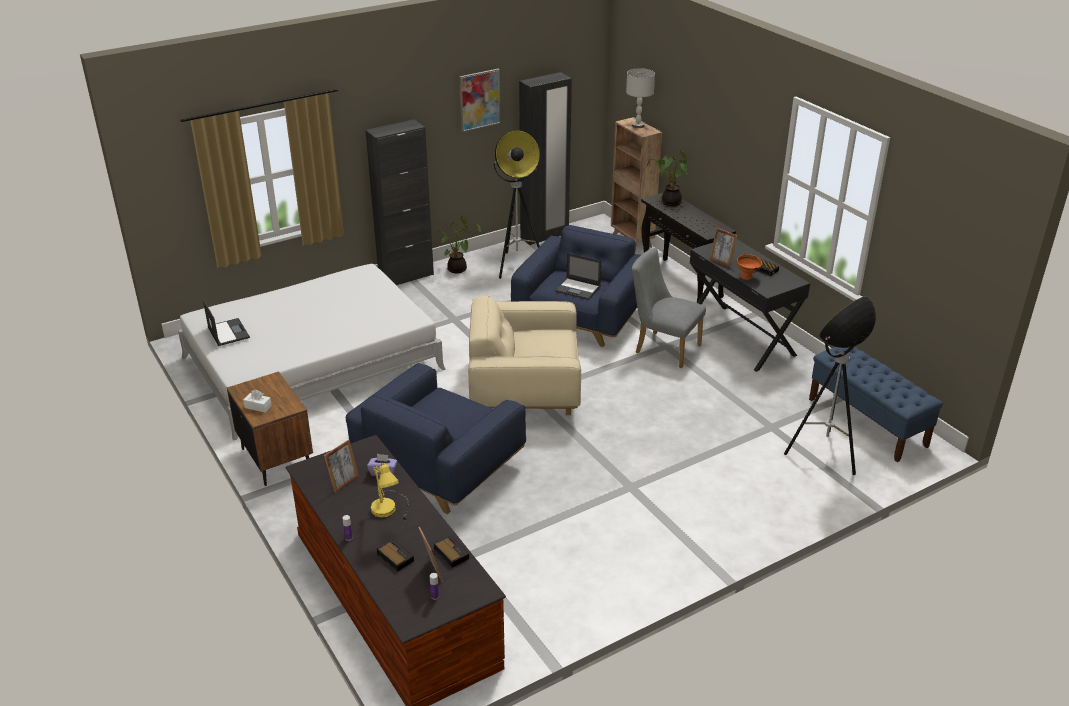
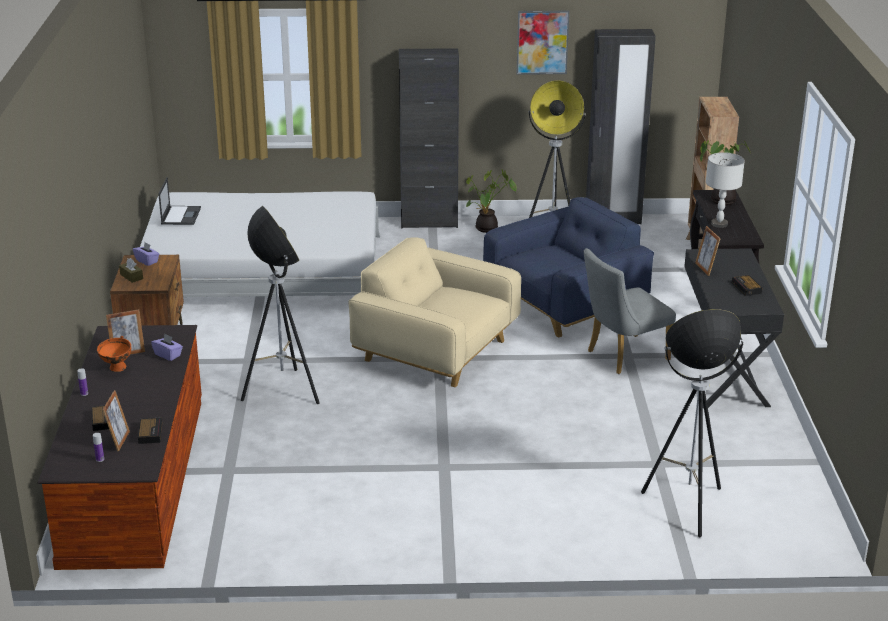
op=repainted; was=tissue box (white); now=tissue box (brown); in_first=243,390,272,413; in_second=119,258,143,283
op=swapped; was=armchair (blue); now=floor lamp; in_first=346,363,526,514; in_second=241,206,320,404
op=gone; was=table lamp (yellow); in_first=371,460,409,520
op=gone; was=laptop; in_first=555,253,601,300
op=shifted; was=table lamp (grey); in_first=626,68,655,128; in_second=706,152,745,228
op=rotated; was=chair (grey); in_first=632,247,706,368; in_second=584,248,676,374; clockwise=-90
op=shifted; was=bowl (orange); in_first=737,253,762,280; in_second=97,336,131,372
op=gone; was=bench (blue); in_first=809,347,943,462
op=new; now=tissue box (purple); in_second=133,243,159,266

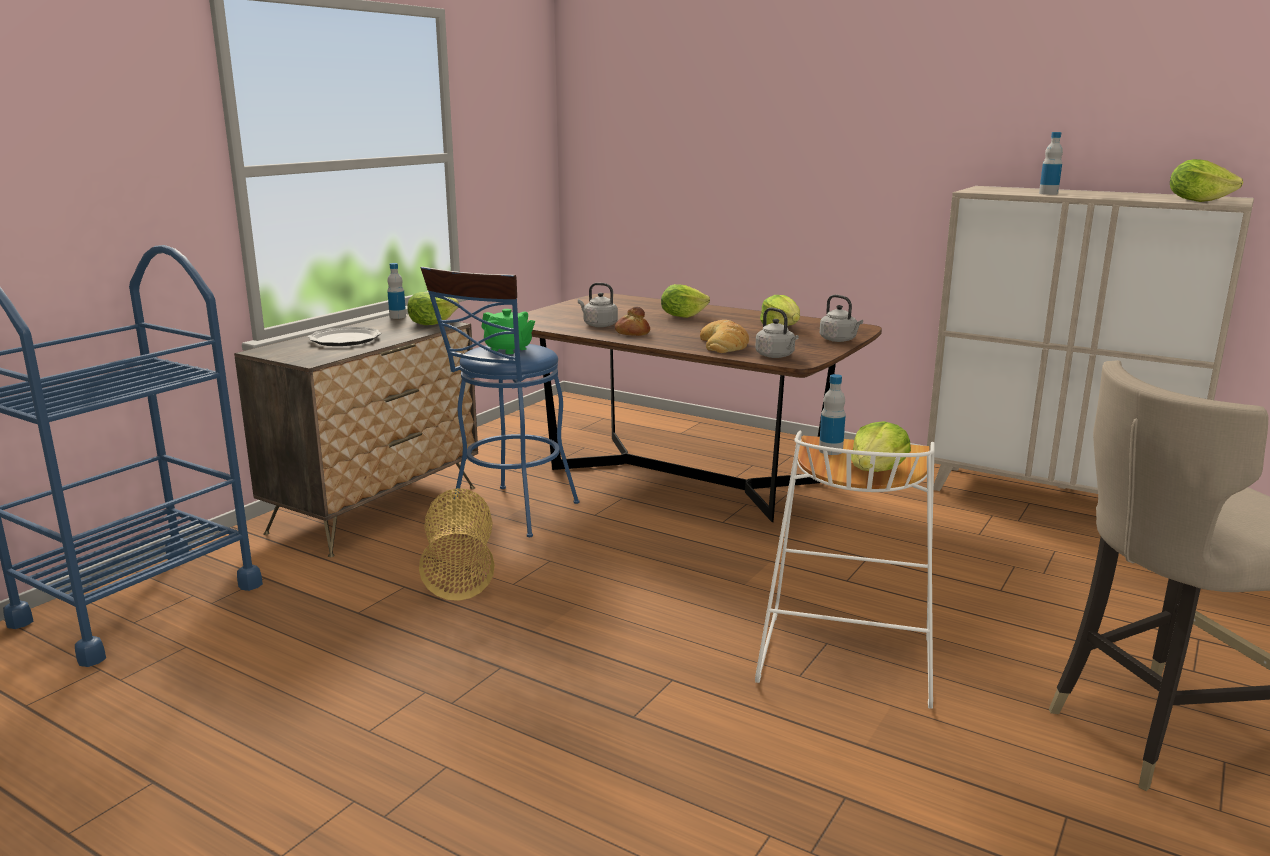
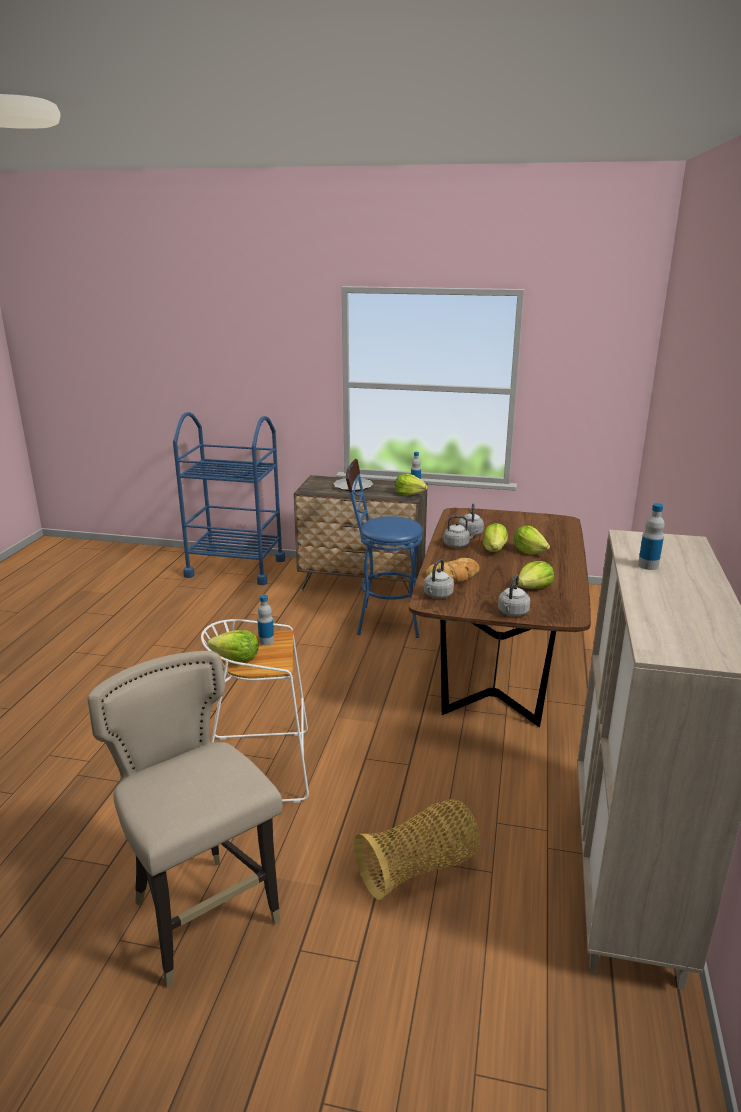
op=shifted; was=basket; in_first=419,488,495,601; in_second=354,800,480,900
op=gone; was=teapot (green); in_first=481,309,535,354
op=swapped; was=bread; now=kettle (grey); in_first=615,307,650,336; in_second=444,516,478,548
op=shifted; was=lettuce; in_first=1170,159,1243,202; in_second=483,523,508,552

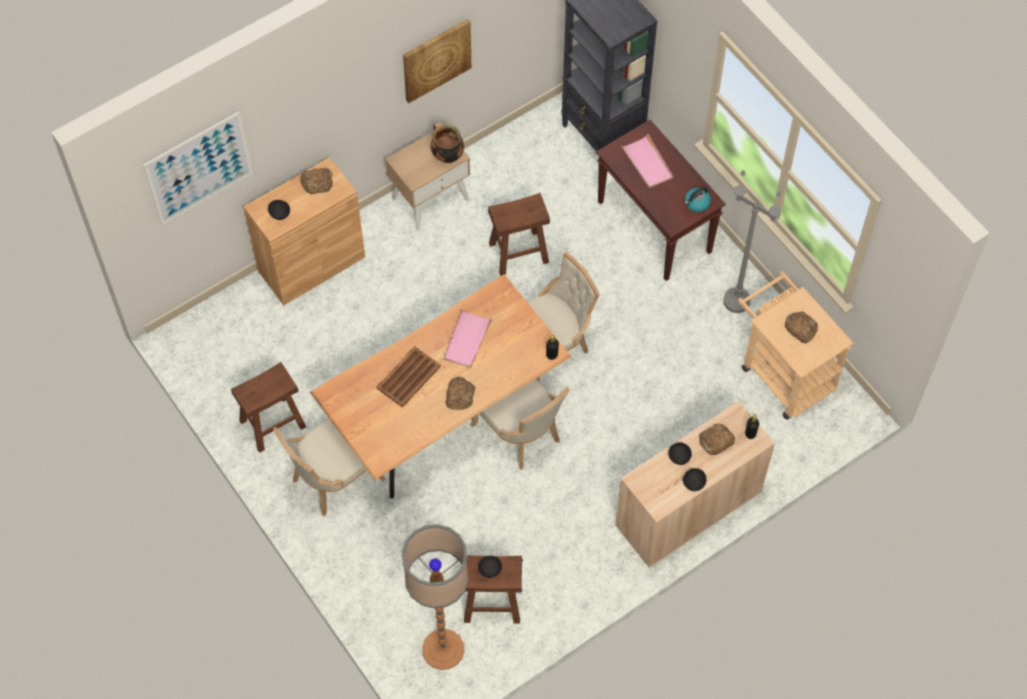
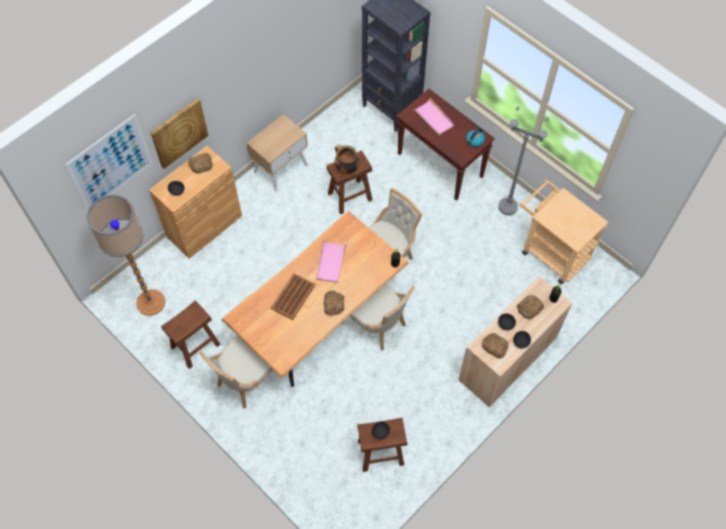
op=shifted; was=floor lamp; in_first=402,524,468,670; in_second=86,194,165,316
op=shifted; was=picture; in_first=403,19,471,103; in_second=151,98,208,169
op=shifted; was=cooking pot; in_first=431,122,464,163; in_second=335,145,360,174
op=shifted; was=bread; in_first=785,311,818,343; in_second=482,333,508,358

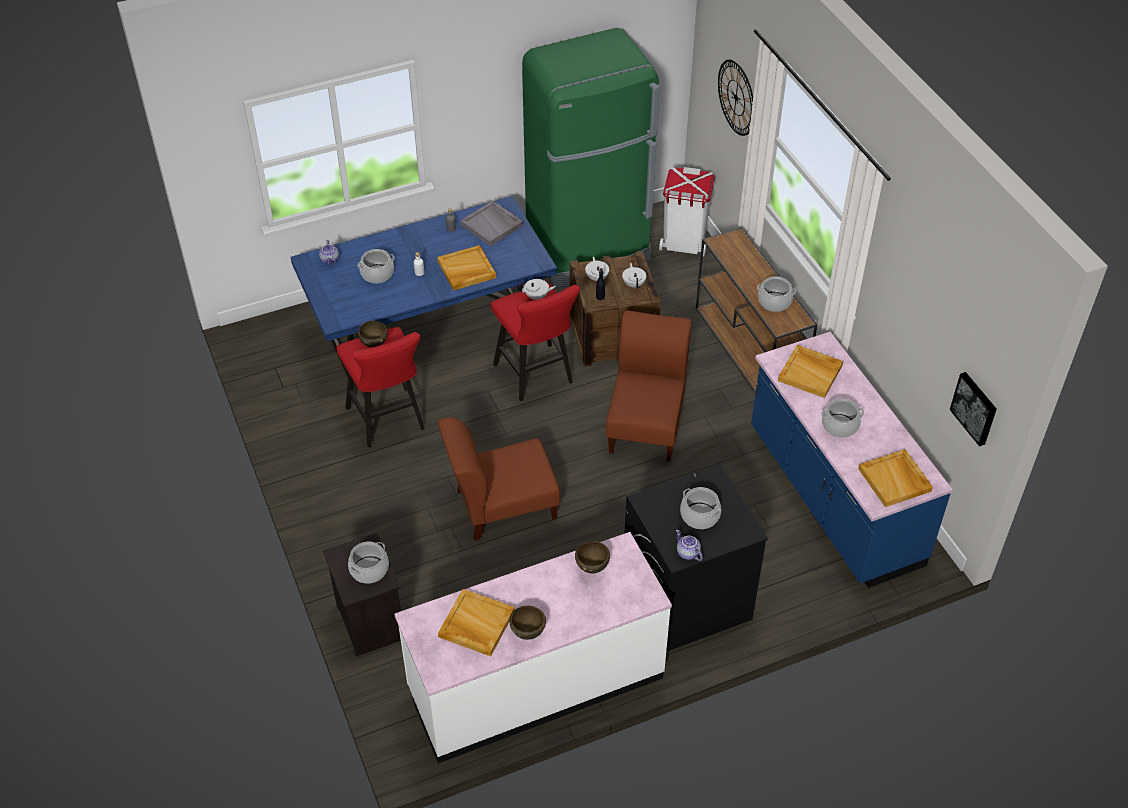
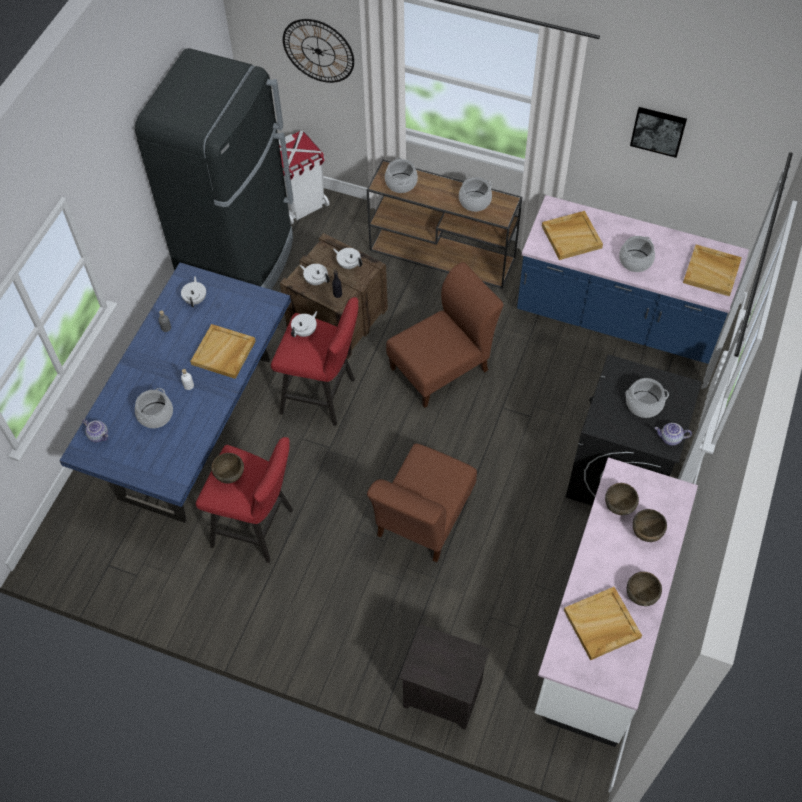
op=shifted; was=cooking pot; in_first=348,542,389,584; in_second=385,158,418,193
op=swapped; was=tray (grey); now=teapot (white); in_first=460,201,523,246; in_second=181,276,206,307
op=repainted; was=fridge (green); now=fridge (black); in_first=522,28,660,288; in_second=135,48,293,290
op=rotated; was=chair (brown); in_first=606,311,692,462; in_second=386,262,504,408; clockwise=90
op=shifted; was=picture; in_first=950,372,997,446; in_second=630,107,687,158
op=new; now=bowl (brown); in_second=633,509,667,542

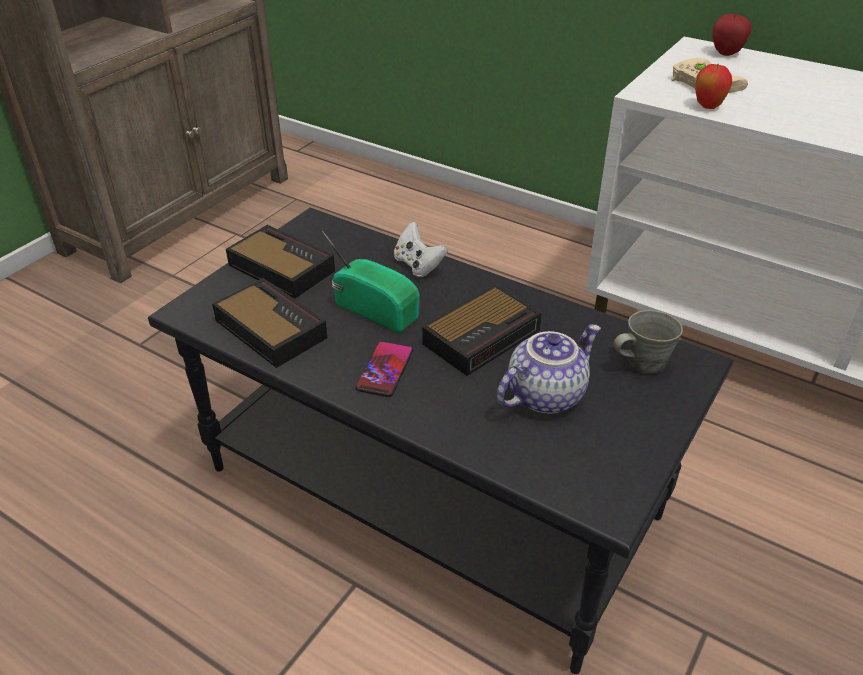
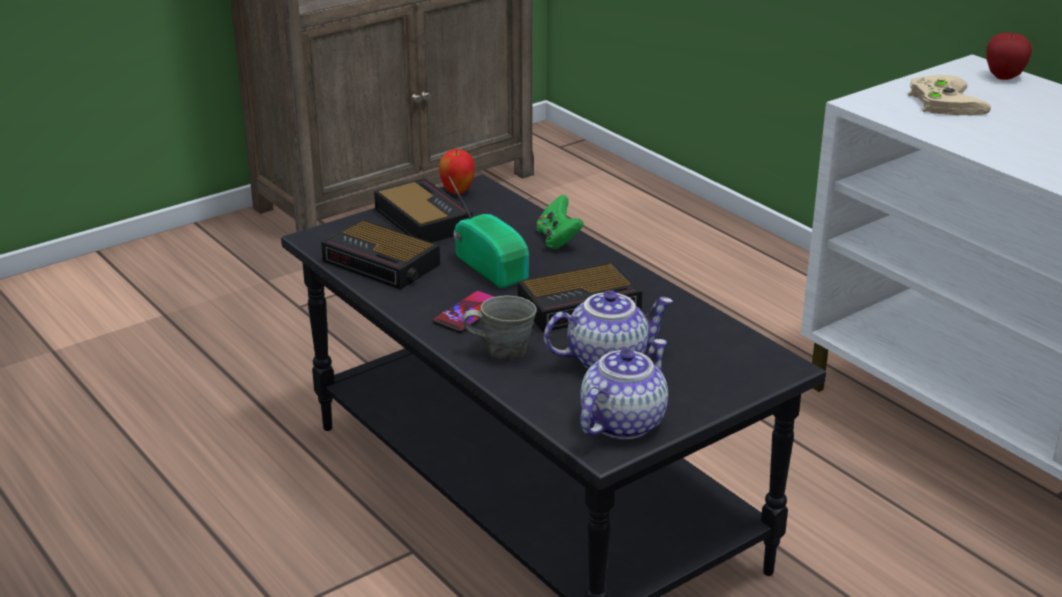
op=rotated; was=alarm clock; in_first=212,278,328,368; in_second=321,220,440,290; clockwise=150
op=repainted; was=game controller (white); now=game controller (green); in_first=394,222,448,277; in_second=537,195,584,249
op=shifted; was=mug (grey); in_first=613,310,683,374; in_second=463,296,537,361
op=shifted; was=apple; in_first=695,64,732,109; in_second=439,149,475,194
op=new; now=teapot; in_second=580,339,668,439

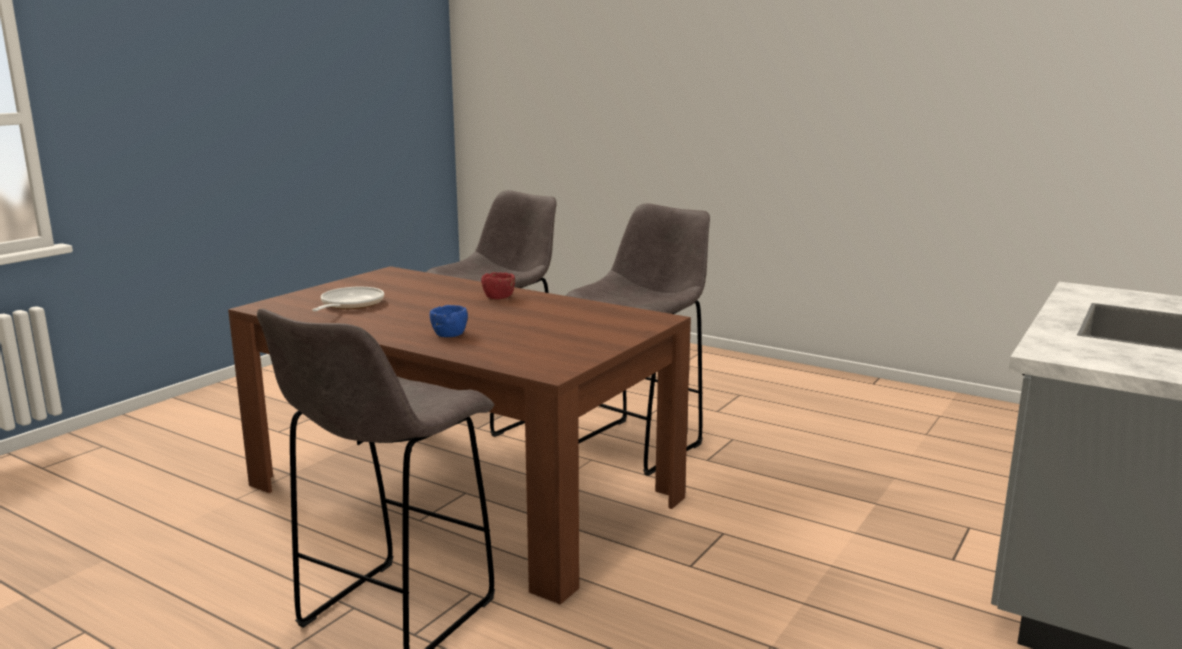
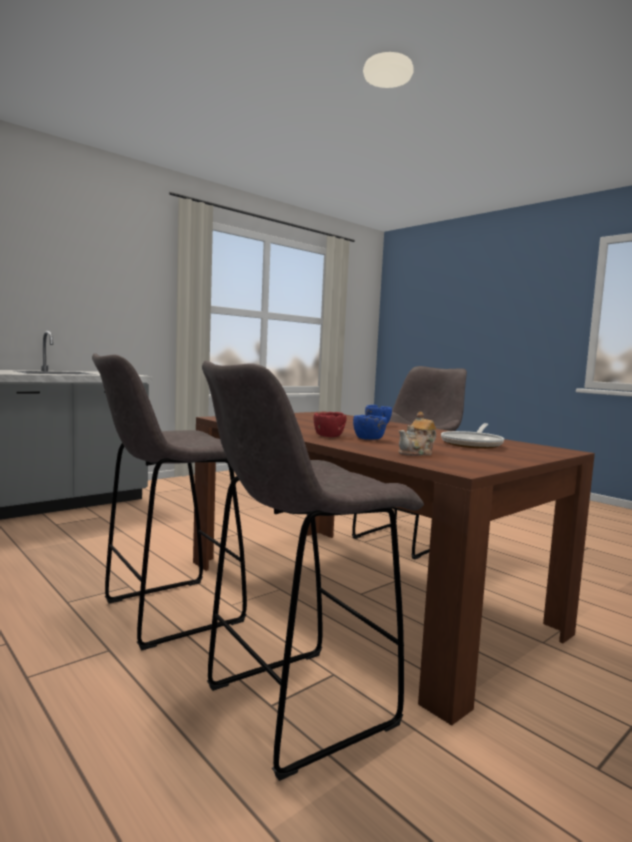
op=new; now=bowl (blue); in_second=353,415,387,440
op=new; now=teapot; in_second=398,412,436,456

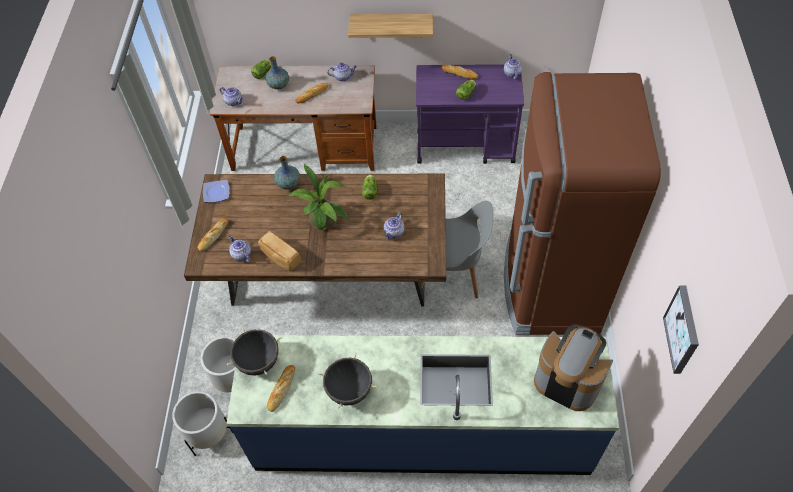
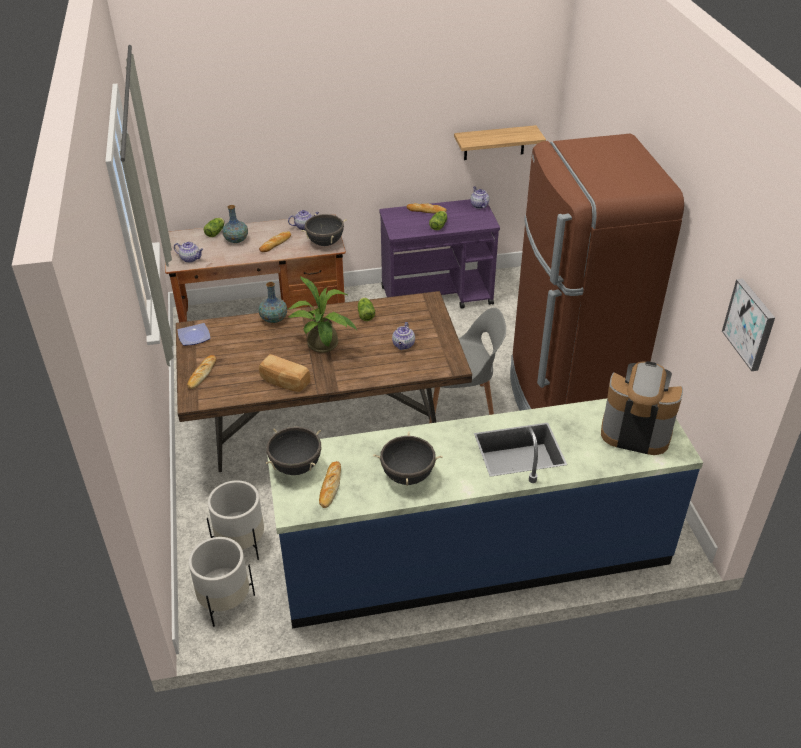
op=gone; was=teapot; in_first=229,235,251,262
op=shifted; was=shelf; in_first=348,13,433,38; in_second=454,125,546,160
op=new; now=cooking pot (black); in_second=301,214,347,246

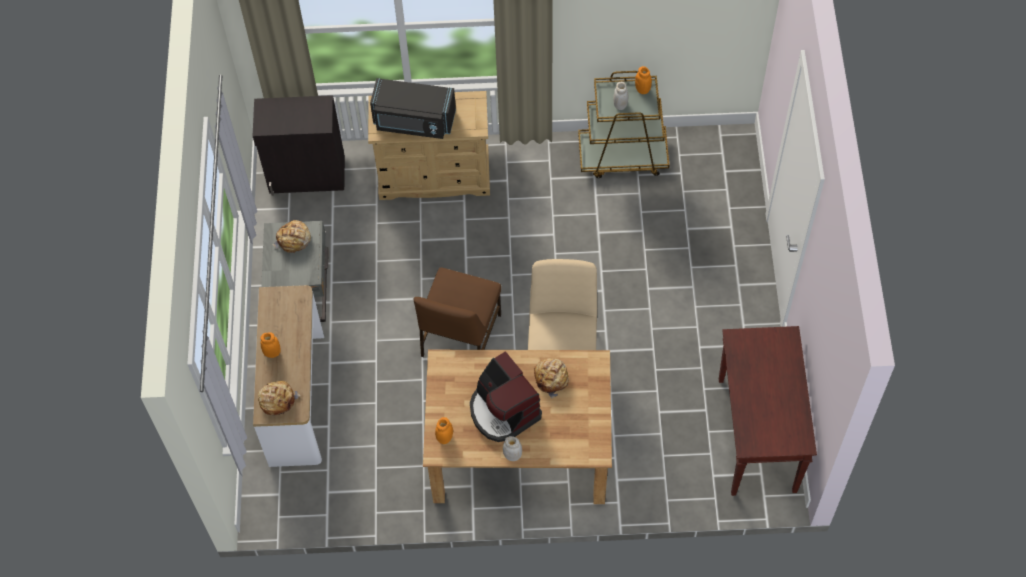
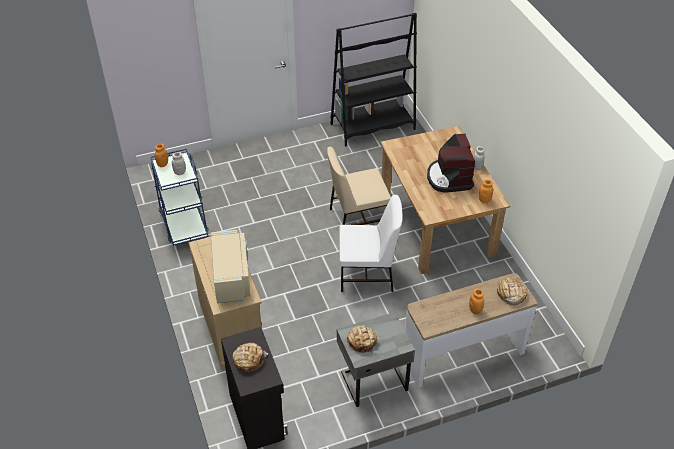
op=repainted; was=microwave (black); now=microwave (beige); in_first=370,78,456,139; in_second=211,230,250,303
op=repainted; was=chair (brown); now=chair (white); in_first=414,268,501,357; in_second=339,195,403,292
op=rotated; was=coffee machine; in_first=470,351,542,442; in_second=427,134,475,193; clockwise=135
op=shifted; was=bread; in_first=534,358,570,398; in_second=233,343,268,372
op=repainted; was=cart (brown); now=cart (blue); in_first=578,71,669,178; in_second=151,148,209,246
op=swapped; was=console table (brown); now=bookcase (black); in_first=719,326,817,496; in_second=330,13,417,146

